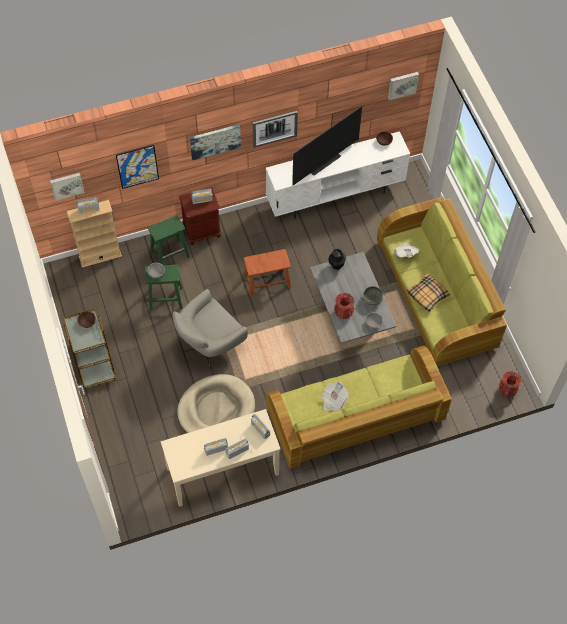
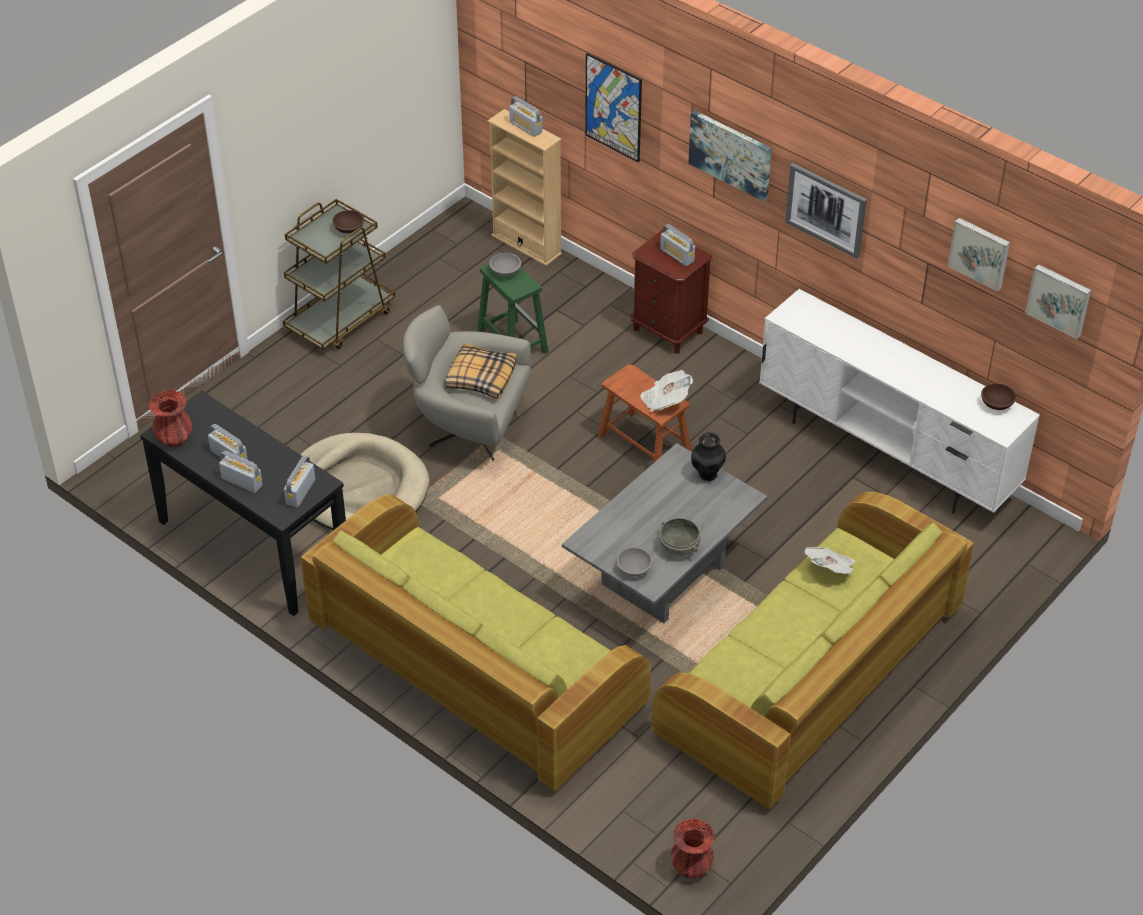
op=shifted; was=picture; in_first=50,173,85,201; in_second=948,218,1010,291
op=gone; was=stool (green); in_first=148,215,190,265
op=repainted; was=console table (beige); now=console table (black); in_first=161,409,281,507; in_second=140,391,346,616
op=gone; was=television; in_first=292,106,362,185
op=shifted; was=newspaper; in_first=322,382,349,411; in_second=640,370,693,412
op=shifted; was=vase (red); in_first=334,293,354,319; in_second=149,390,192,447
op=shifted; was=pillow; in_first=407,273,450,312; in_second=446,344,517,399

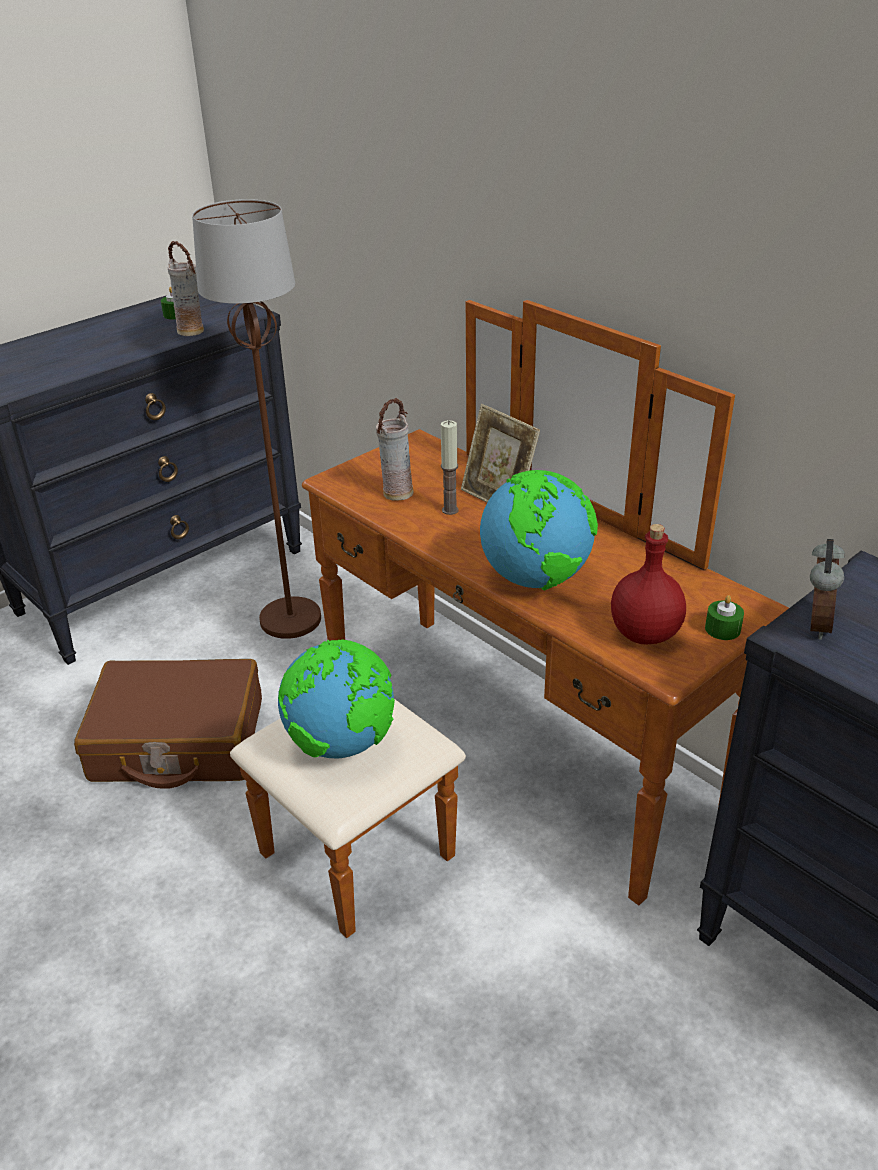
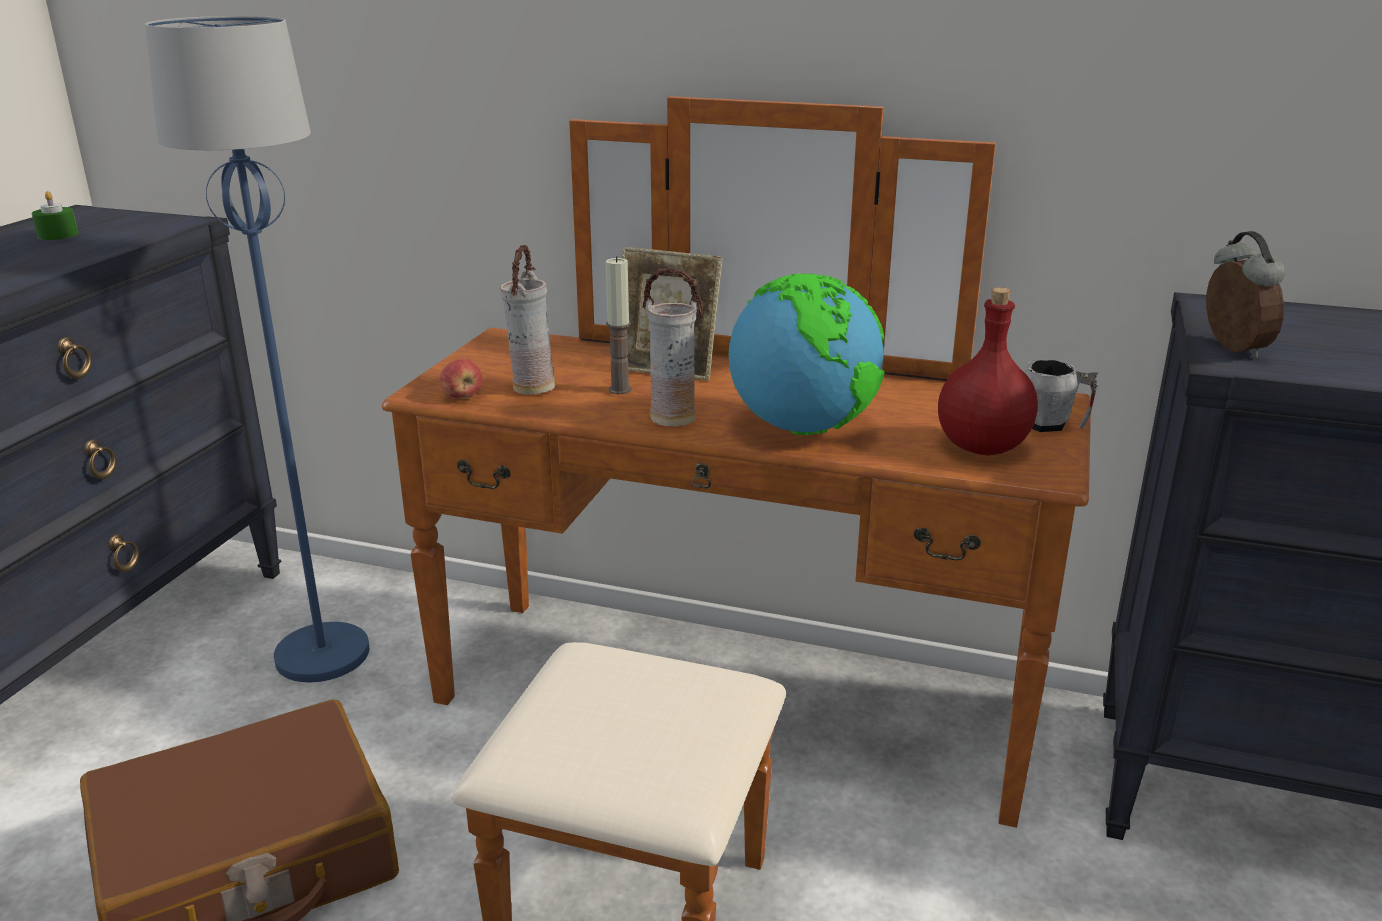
op=shifted; was=vase; in_first=168,241,204,336; in_second=642,267,705,426
op=repainted; was=floor lamp (brown); now=floor lamp (blue); in_first=192,199,321,639; in_second=145,16,369,682
op=gone; was=globe; in_first=278,639,395,759
op=swapped; was=candle (green); now=mug (grey); in_first=705,595,744,640; in_second=1024,359,1098,432
op=new; now=apple; in_second=439,359,482,399

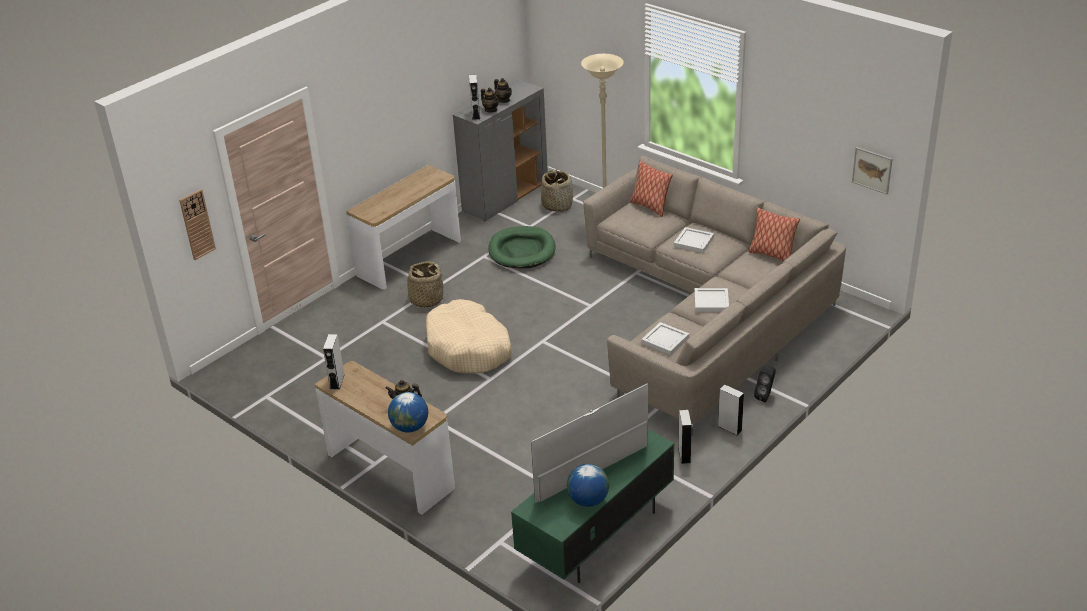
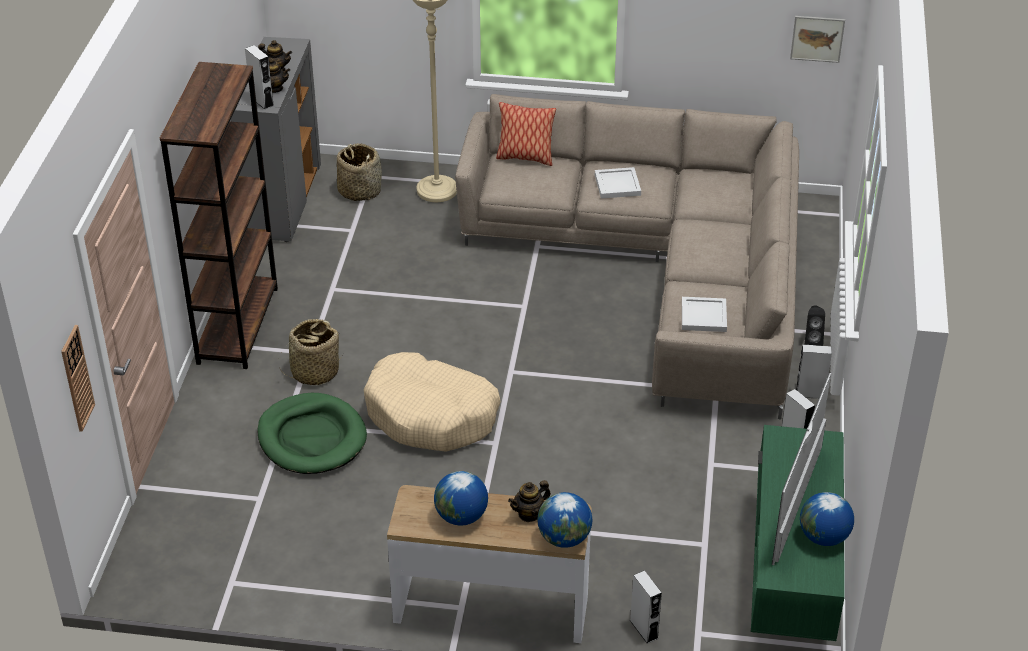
op=shifted; was=speaker (grey); in_first=323,334,345,390; in_second=630,570,662,644
op=swapped; was=console table; now=bookcase (brown); in_first=346,165,461,289; in_second=160,62,278,369
op=shifted; was=dog bed (green); in_first=488,226,556,268; in_second=257,393,367,474
op=gone; was=tray (white); in_first=694,288,729,312
op=gone; was=pillow; in_first=749,207,800,262
op=new; now=globe; in_second=434,471,488,526

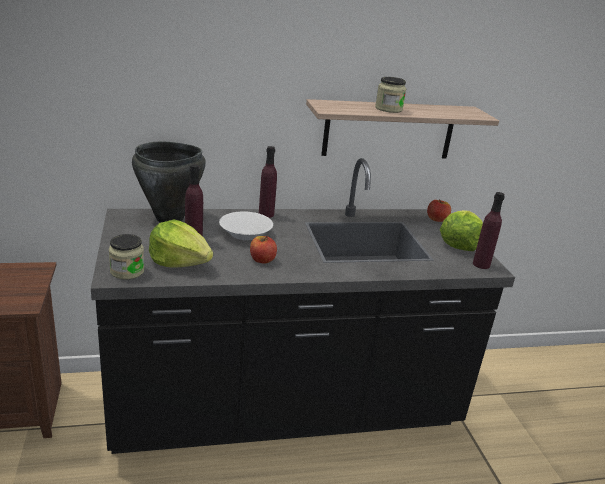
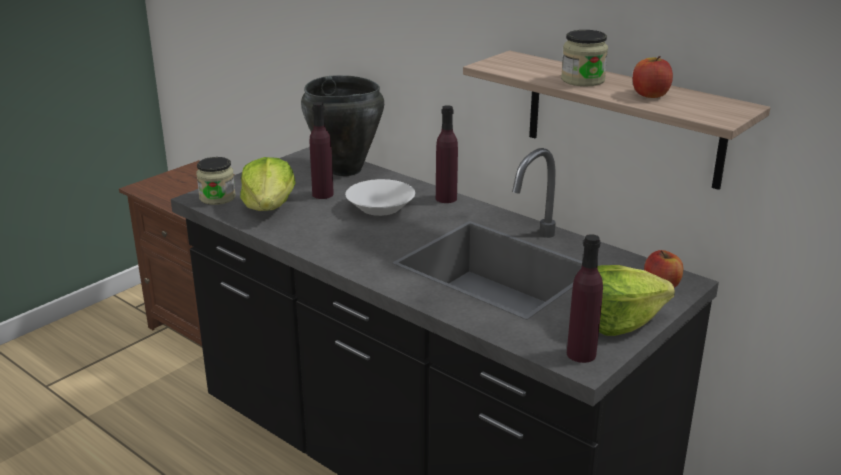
op=shifted; was=apple; in_first=250,236,277,264; in_second=633,56,673,98

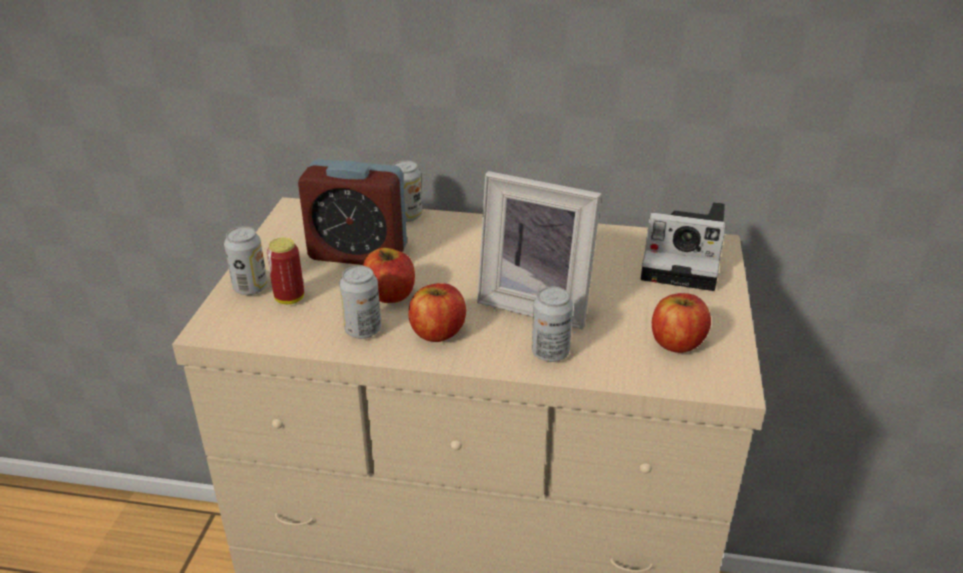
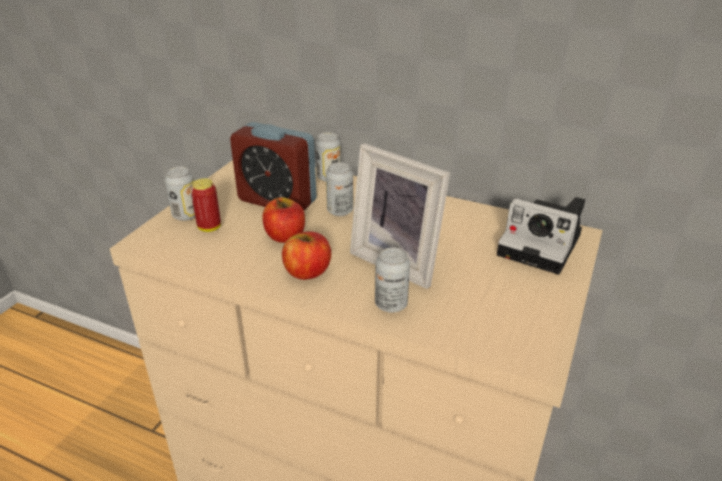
op=shifted; was=can; in_first=339,266,381,339; in_second=326,162,353,216
op=gone; was=apple; in_first=652,293,711,353

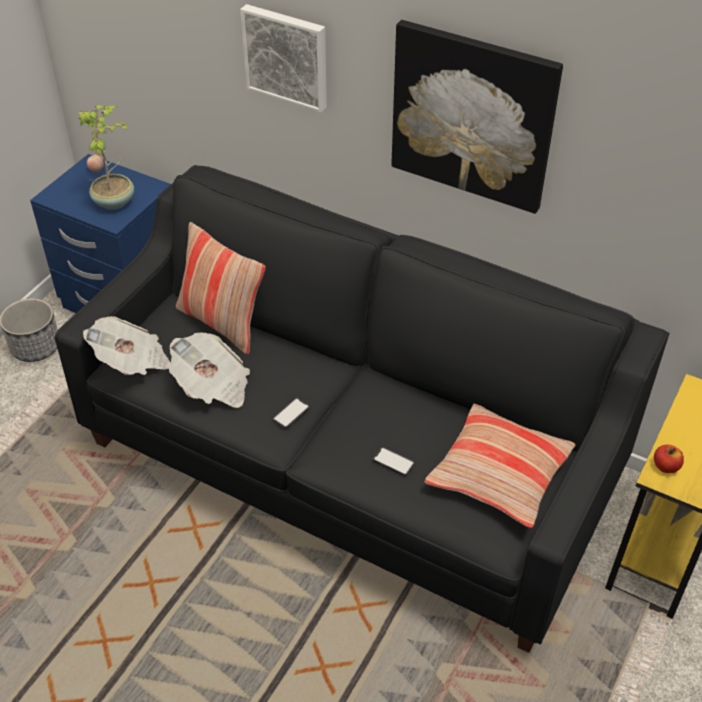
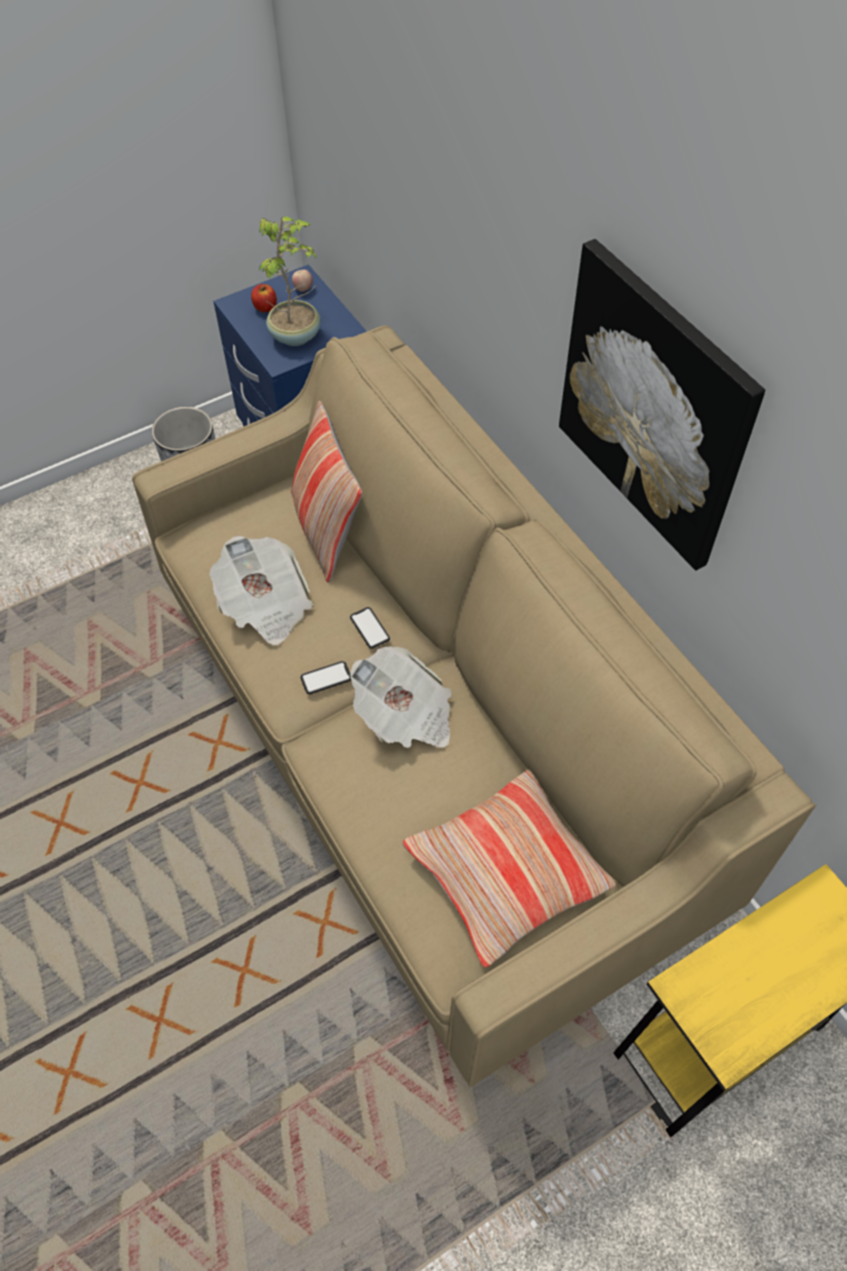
op=repainted; was=sofa (black); now=sofa (beige); in_first=55,165,669,653; in_second=132,325,816,1087
op=shifted; was=newspaper; in_first=83,316,170,375; in_second=350,647,452,748
op=gone; was=picture; in_first=240,4,327,113
op=shifted; was=phone; in_first=372,447,415,476; in_second=350,607,390,649
op=shifted; was=apple; in_first=654,445,684,473; in_second=251,284,277,312

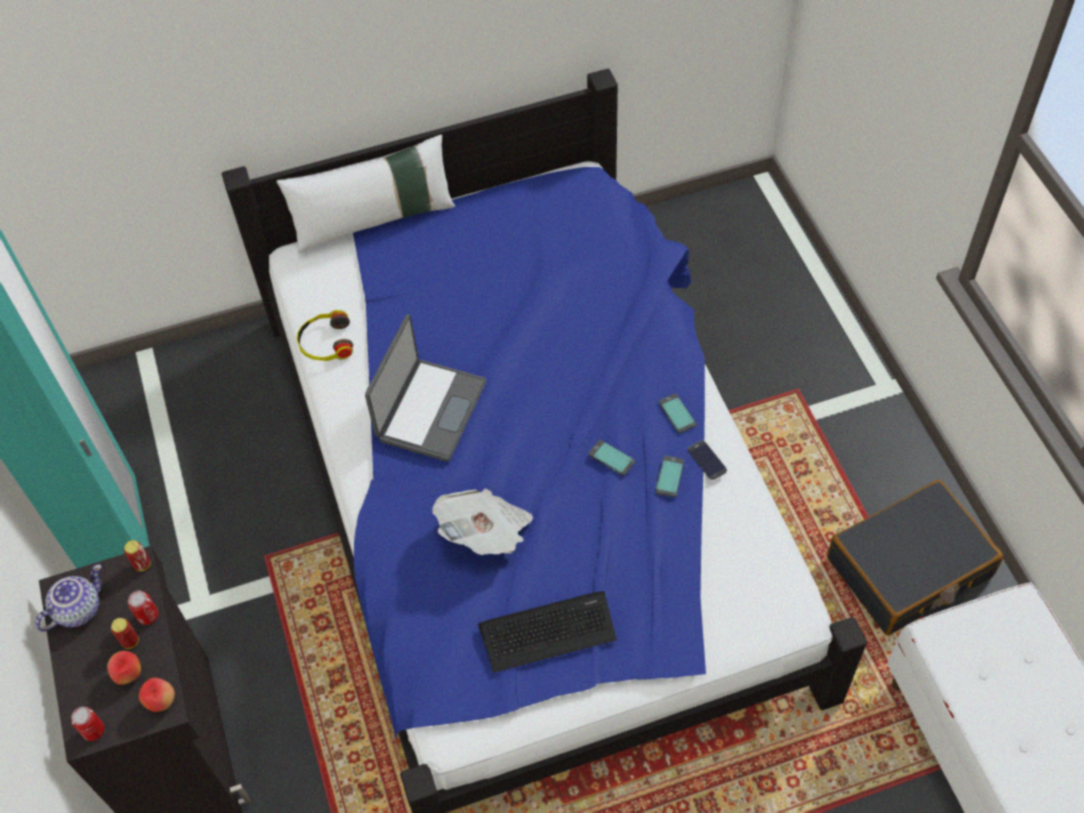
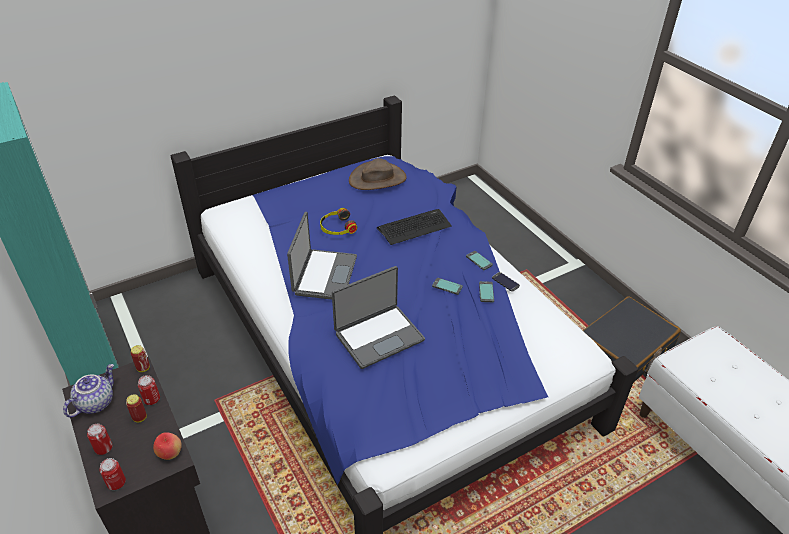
op=gone; was=apple; in_first=107,651,141,685
op=gone; was=pillow (white); in_first=277,135,455,254
op=shifted; was=headphones; in_first=297,310,353,361; in_second=320,208,357,235
op=swapped; was=newspaper; now=laptop; in_first=432,489,533,555; in_second=332,266,425,369
op=shifted; was=keyboard; in_first=478,591,617,673; in_second=377,209,452,245
op=new; now=can; in_second=87,424,113,455
op=new; now=hat (brown); in_second=349,158,407,190

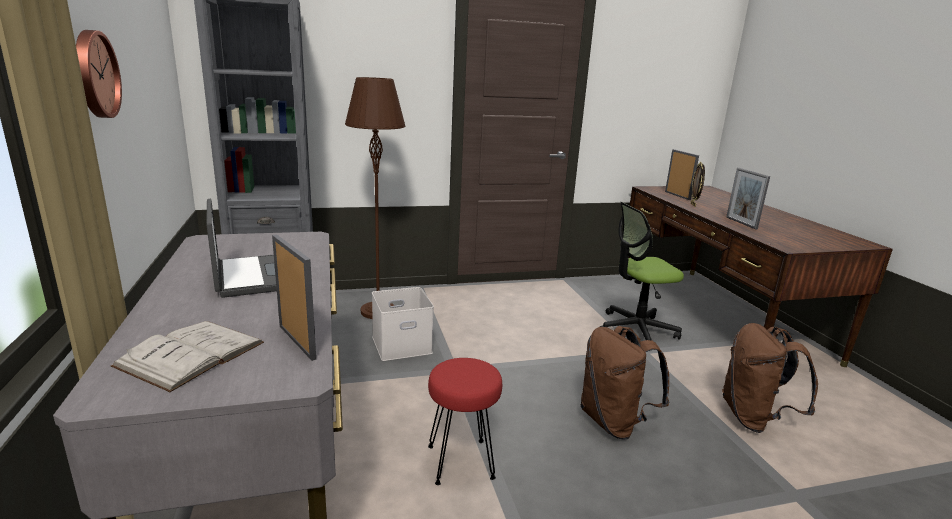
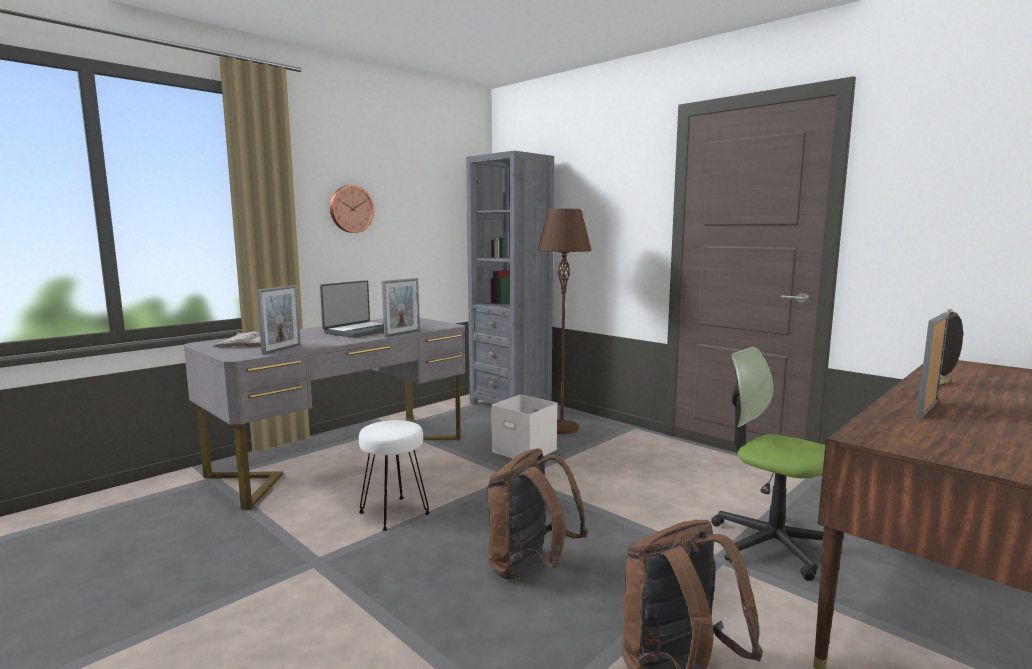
op=repainted; was=stool (red); now=stool (white); in_first=428,358,502,485; in_second=359,420,430,531
op=shifted; was=picture frame; in_first=665,149,699,200; in_second=382,278,420,337

